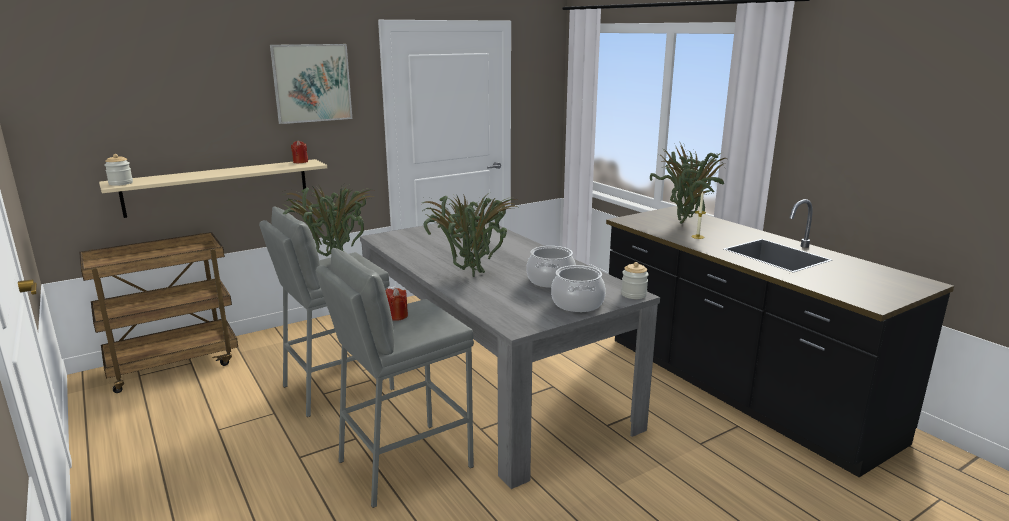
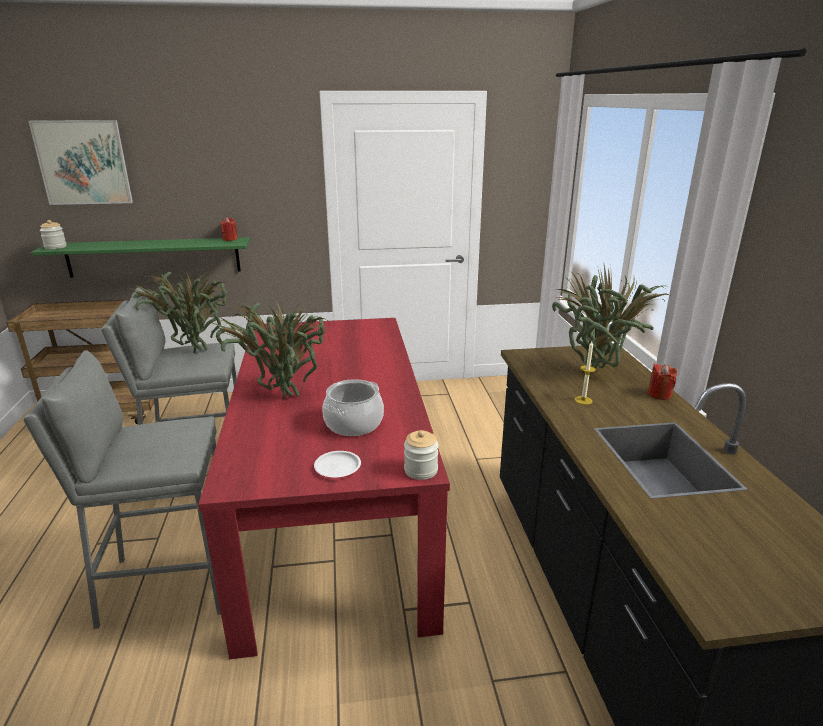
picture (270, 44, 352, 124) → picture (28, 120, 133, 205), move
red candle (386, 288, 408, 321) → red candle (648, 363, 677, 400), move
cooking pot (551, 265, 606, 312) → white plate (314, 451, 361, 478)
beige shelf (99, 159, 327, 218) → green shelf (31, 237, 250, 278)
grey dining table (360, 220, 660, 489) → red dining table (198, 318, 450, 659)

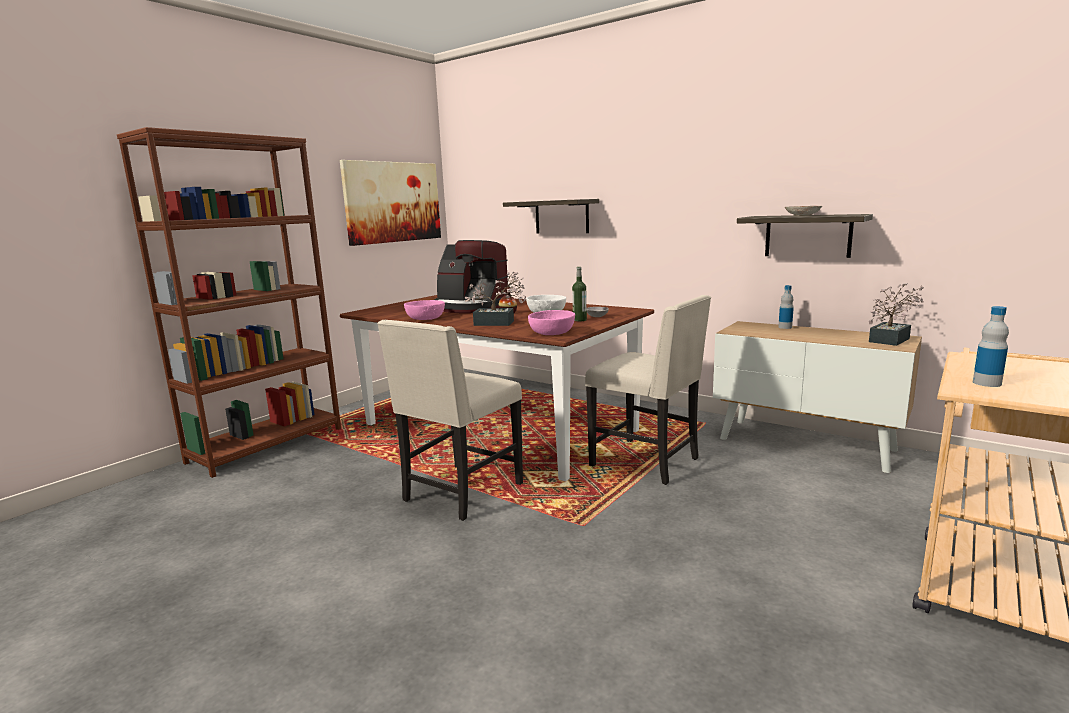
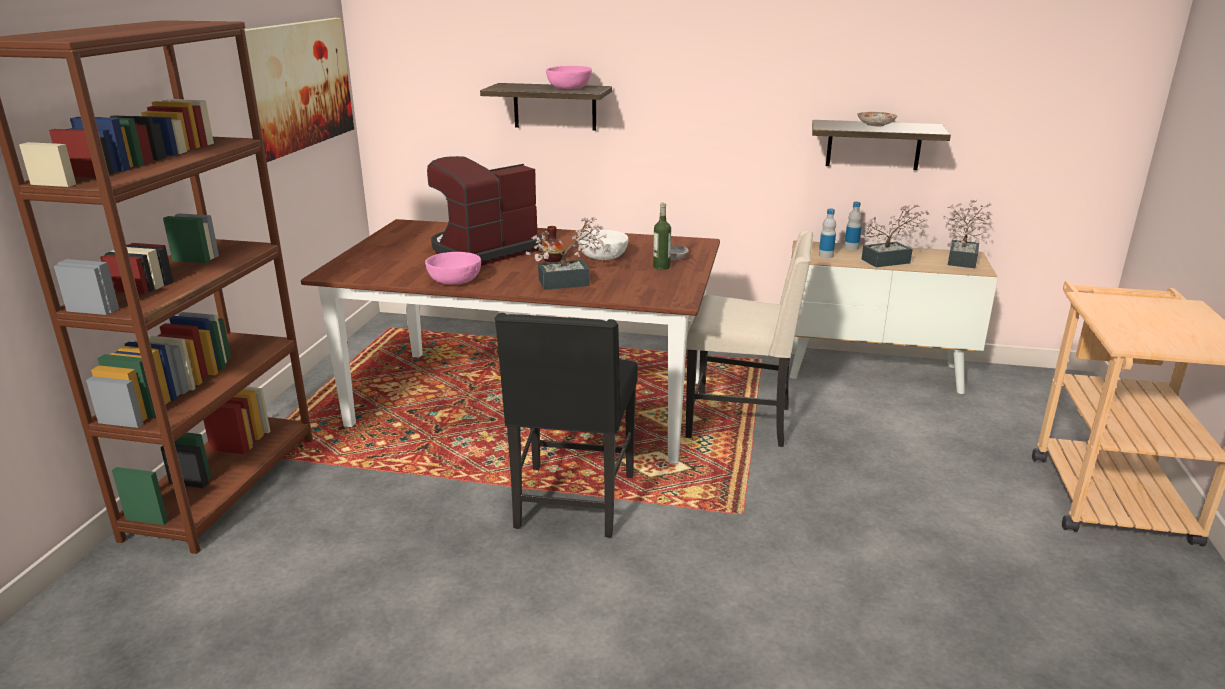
- → potted plant (860, 204, 930, 267)
pink bowl (528, 310, 575, 335) → pink bowl (546, 66, 592, 89), move
bottle (973, 306, 1009, 387) → bottle (819, 208, 836, 258), move
beige chair (377, 320, 523, 521) → black chair (495, 313, 638, 538)
coffee machine (434, 240, 508, 313) → coffee machine (427, 156, 542, 266), 135 degrees clockwise

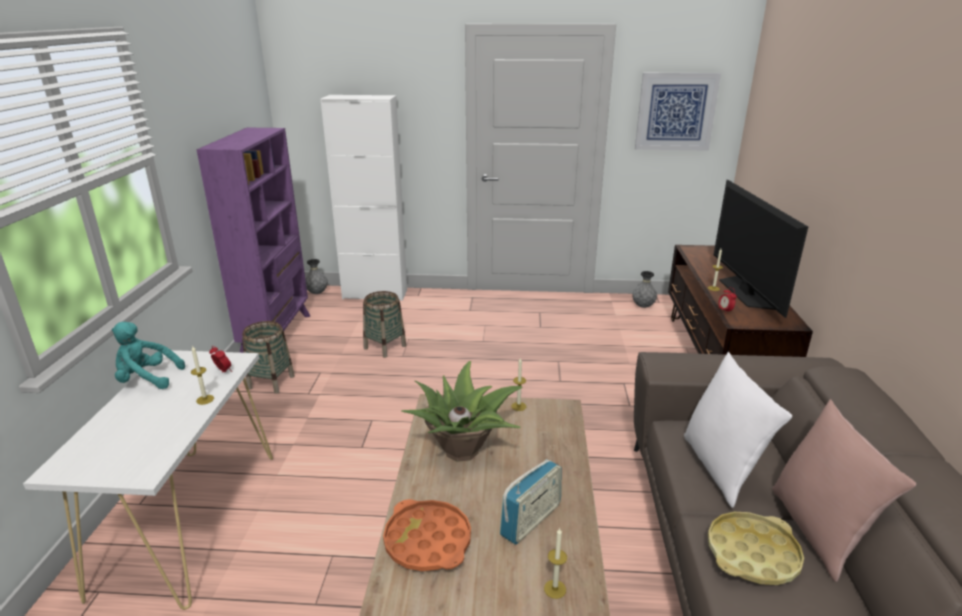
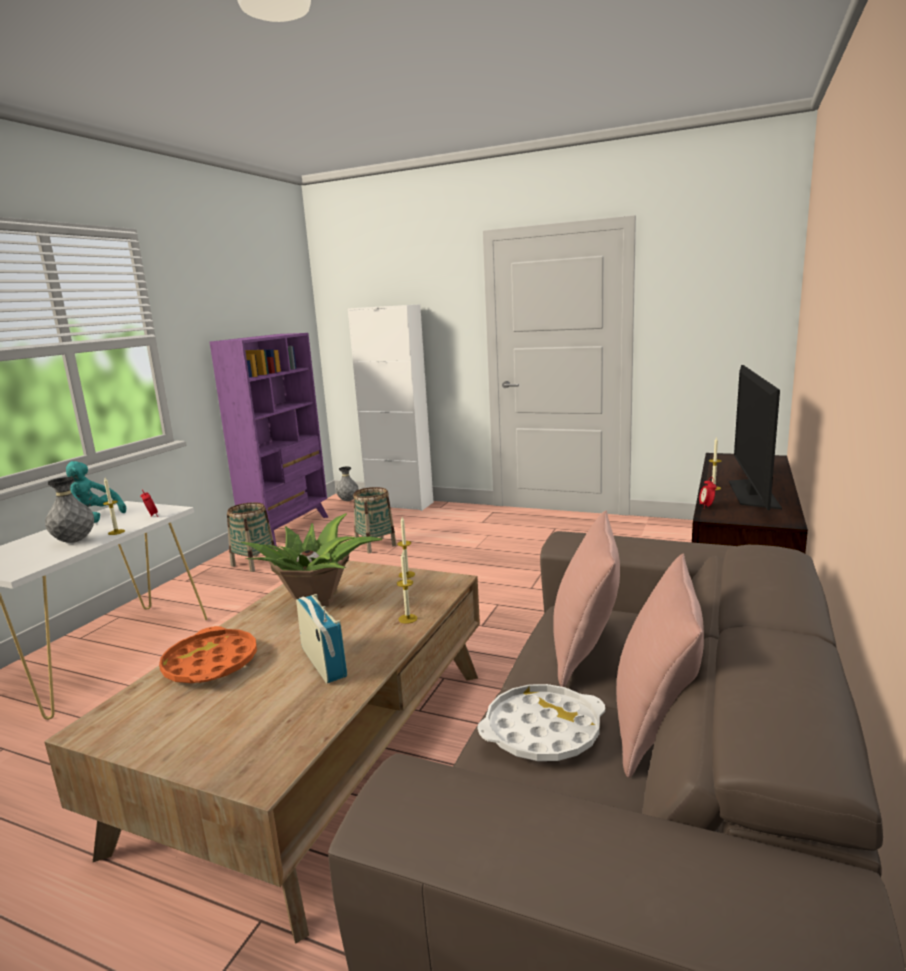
picture (635, 73, 721, 151) → -
candle (544, 528, 567, 599) → candle (397, 551, 418, 624), move
grey vase (632, 271, 657, 308) → grey vase (45, 477, 94, 543), move
white pillow (684, 352, 792, 508) → pink pillow (553, 510, 620, 687)
yellow tray (708, 512, 804, 585) → white tray (477, 684, 605, 761)
radio (500, 459, 562, 545) → radio (296, 594, 347, 683), 90 degrees counterclockwise

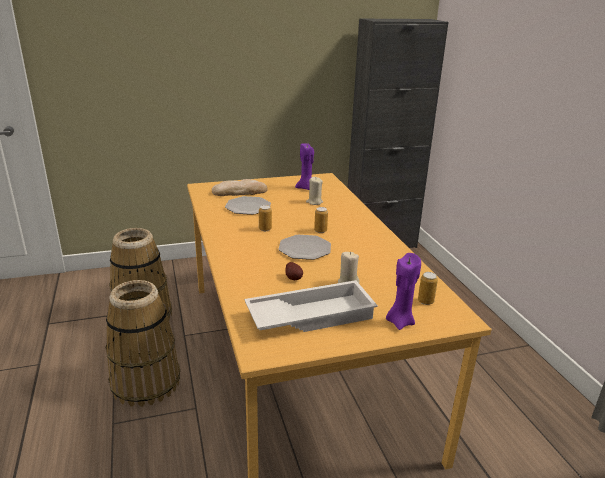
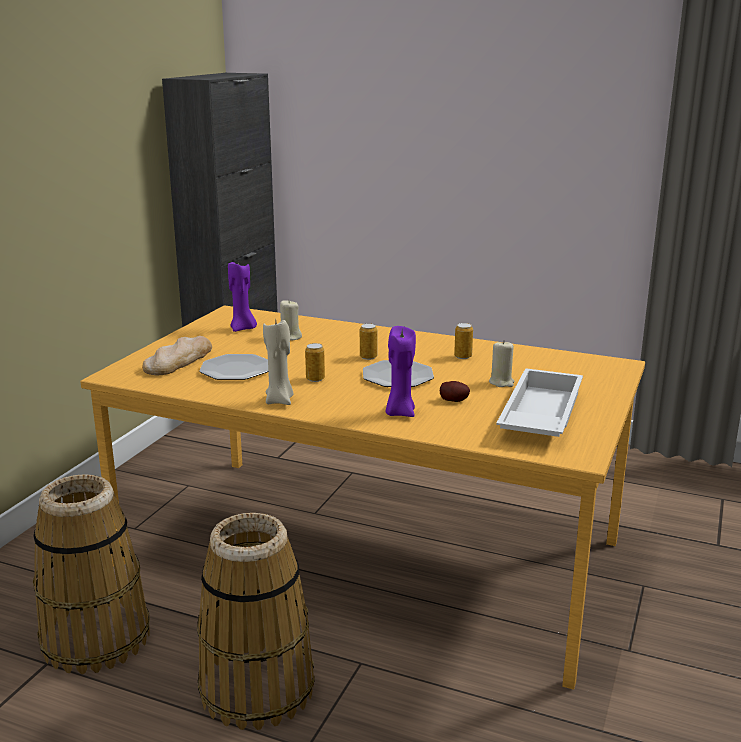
- → beige candle (263, 320, 294, 405)
purple candle (386, 253, 421, 330) → purple candle (386, 326, 416, 417), move
can (418, 272, 438, 305) → can (454, 323, 473, 359), move

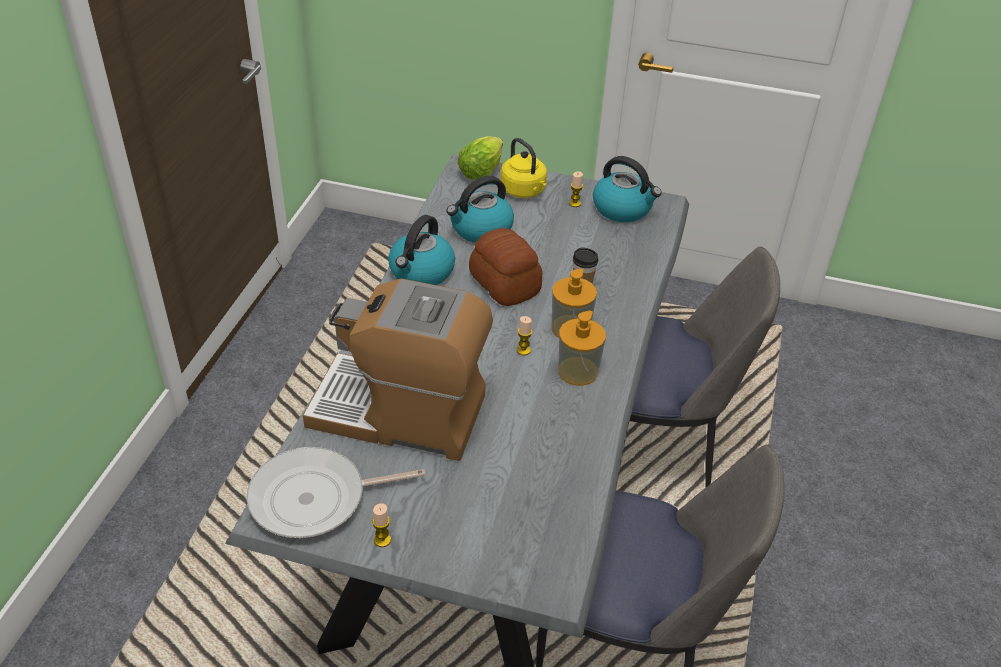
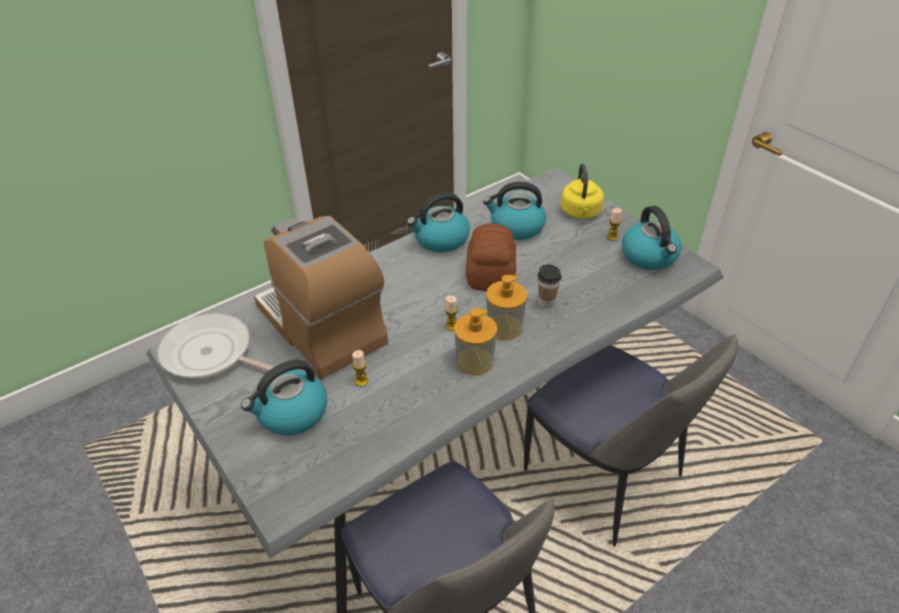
lettuce (458, 136, 503, 180) → -
- → kettle (241, 360, 328, 436)
candle (372, 503, 391, 547) → candle (352, 350, 368, 386), move

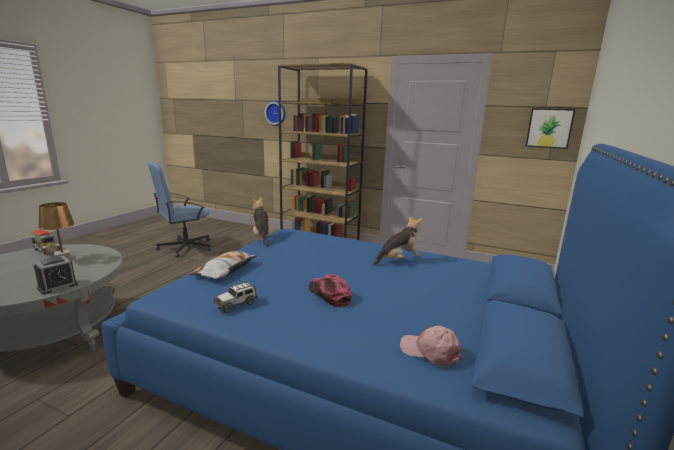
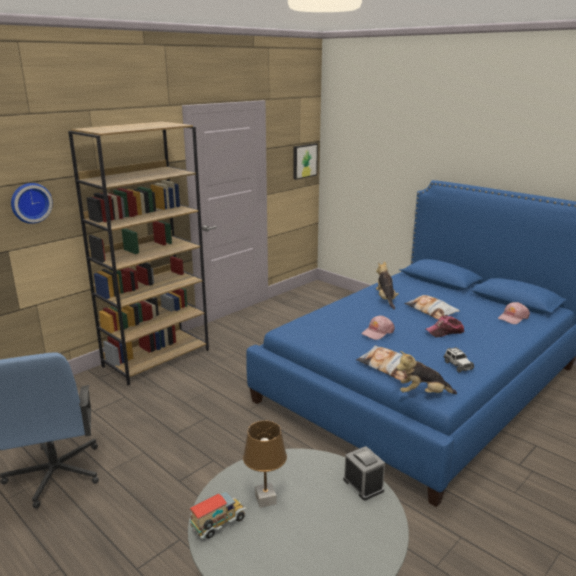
- → pink cap (361, 316, 395, 340)
- → pillow (405, 295, 460, 320)
plush toy (252, 197, 275, 247) → plush toy (396, 351, 457, 394), move

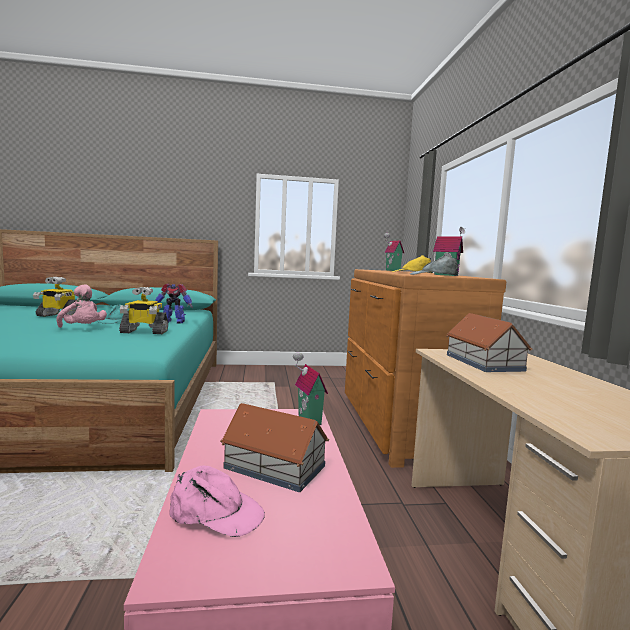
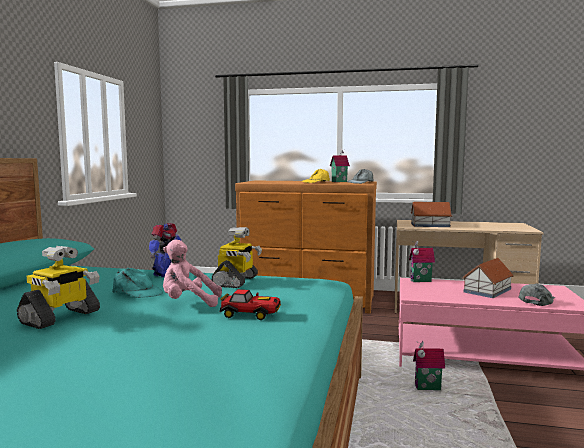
- → toy car (220, 289, 281, 320)
toy house (384, 233, 404, 271) → toy house (413, 341, 445, 390), move
pink cap (169, 465, 265, 537) → grey cap (518, 283, 555, 306)
pink plush toy (57, 284, 107, 328) → pink plush toy (163, 239, 222, 307), 150 degrees counterclockwise

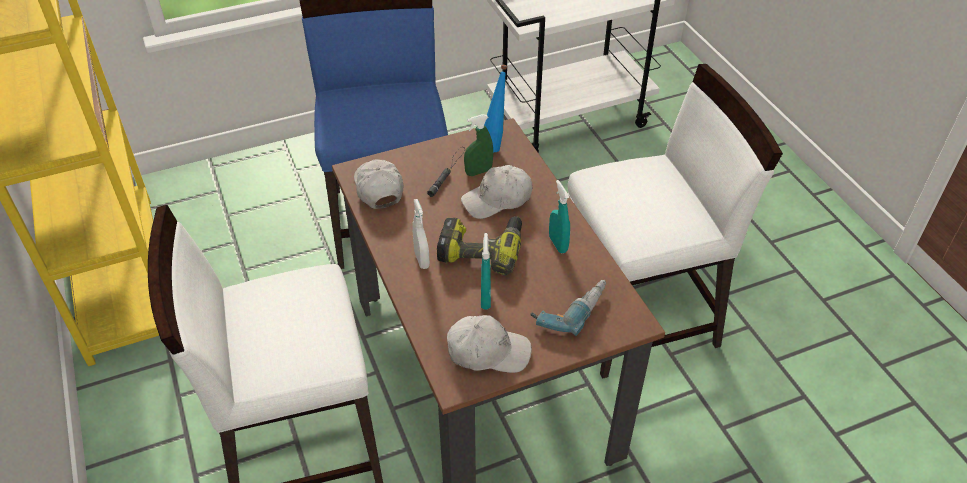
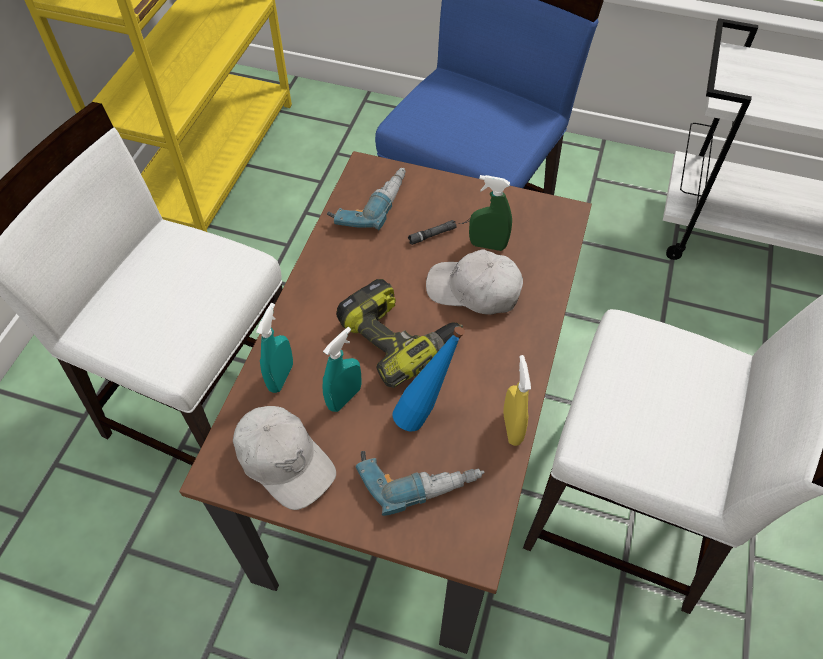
white spray bottle (412, 199, 430, 269) → -
- → yellow spray bottle (503, 355, 531, 446)
blue bottle (484, 65, 508, 152) → blue bottle (393, 326, 465, 431), move
turquoise spray bottle (549, 180, 570, 253) → turquoise spray bottle (256, 303, 293, 393), move
white cap (354, 159, 404, 209) → power drill (327, 168, 406, 230)

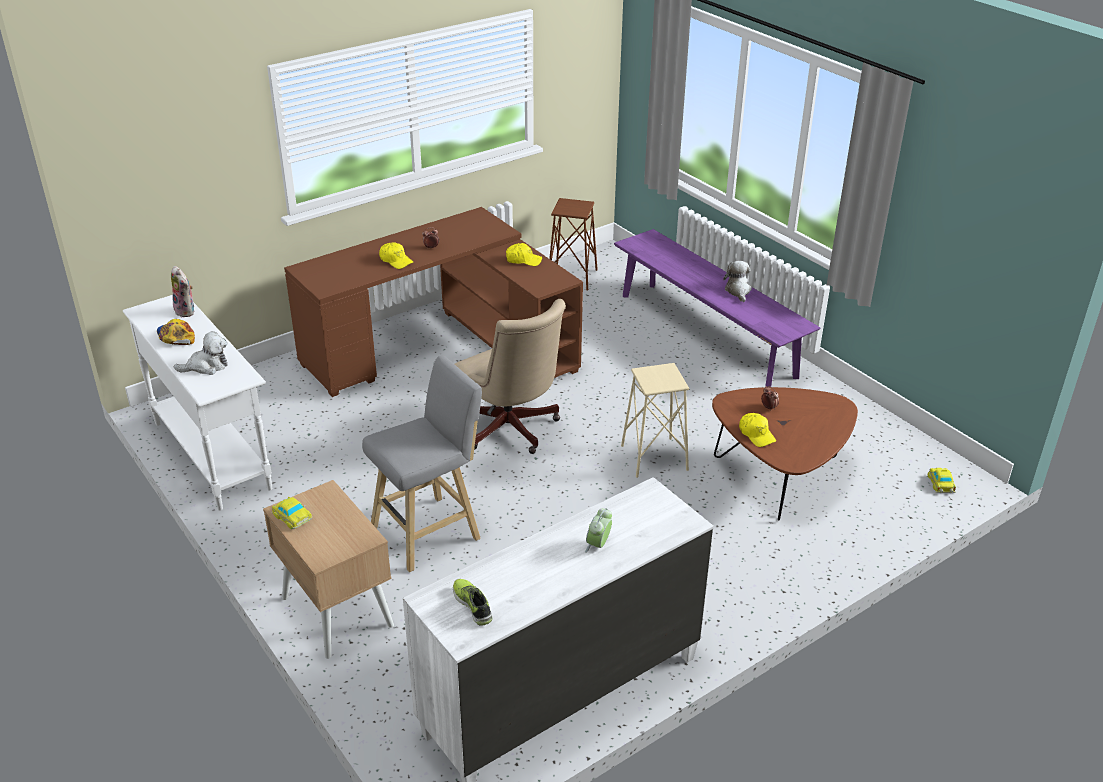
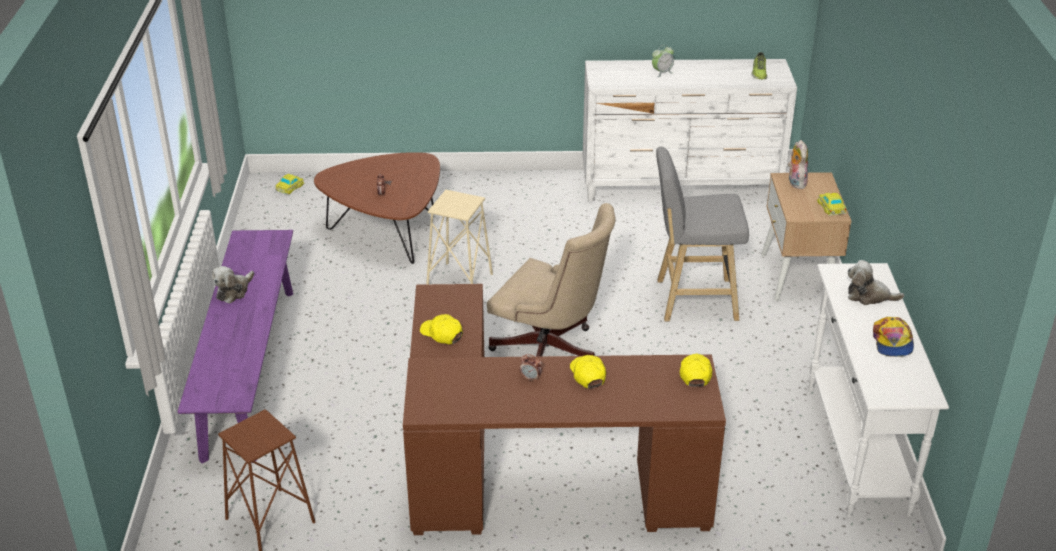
plush toy (171, 266, 195, 317) → plush toy (788, 140, 808, 189), move
yellow cap (739, 413, 776, 447) → yellow cap (680, 354, 712, 387), move
beige office chair (455, 299, 566, 454) → beige office chair (487, 203, 616, 357), 120 degrees clockwise

